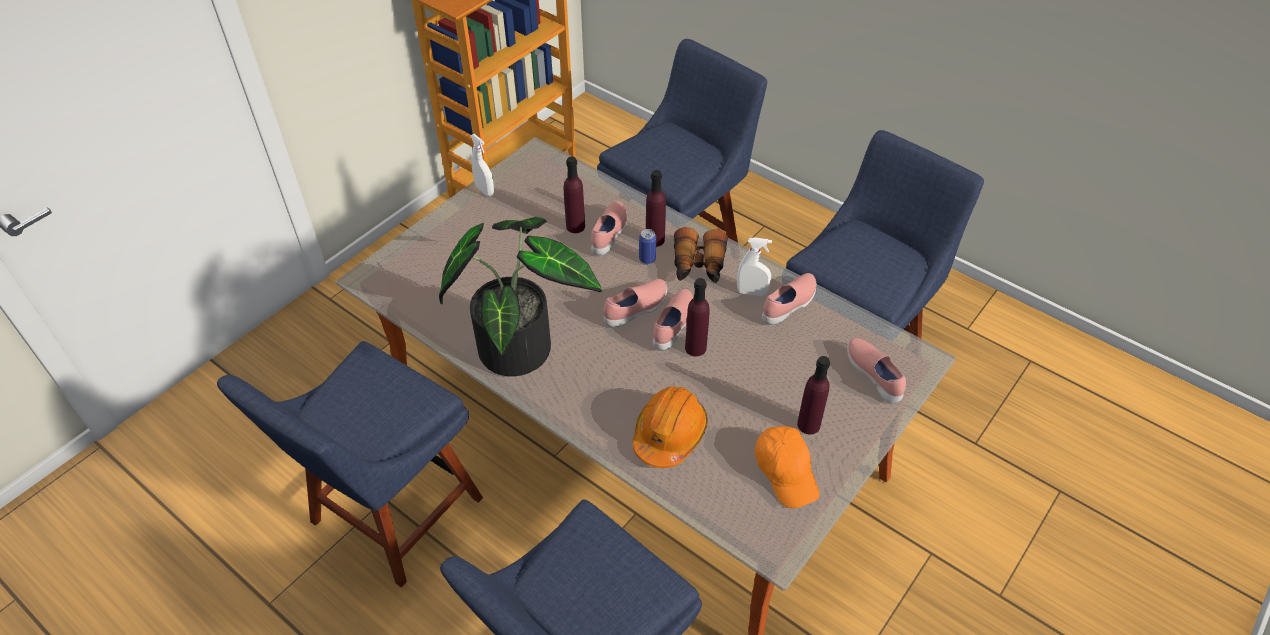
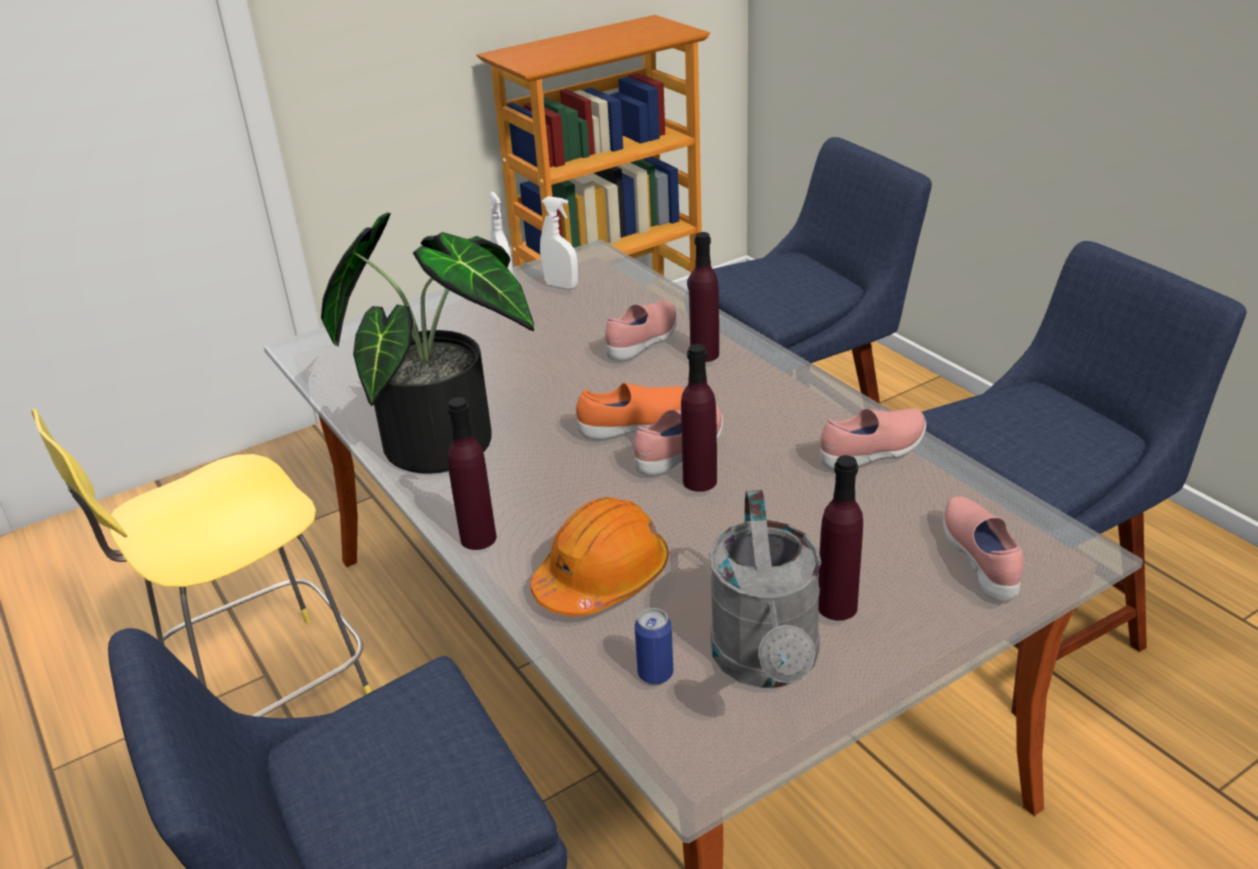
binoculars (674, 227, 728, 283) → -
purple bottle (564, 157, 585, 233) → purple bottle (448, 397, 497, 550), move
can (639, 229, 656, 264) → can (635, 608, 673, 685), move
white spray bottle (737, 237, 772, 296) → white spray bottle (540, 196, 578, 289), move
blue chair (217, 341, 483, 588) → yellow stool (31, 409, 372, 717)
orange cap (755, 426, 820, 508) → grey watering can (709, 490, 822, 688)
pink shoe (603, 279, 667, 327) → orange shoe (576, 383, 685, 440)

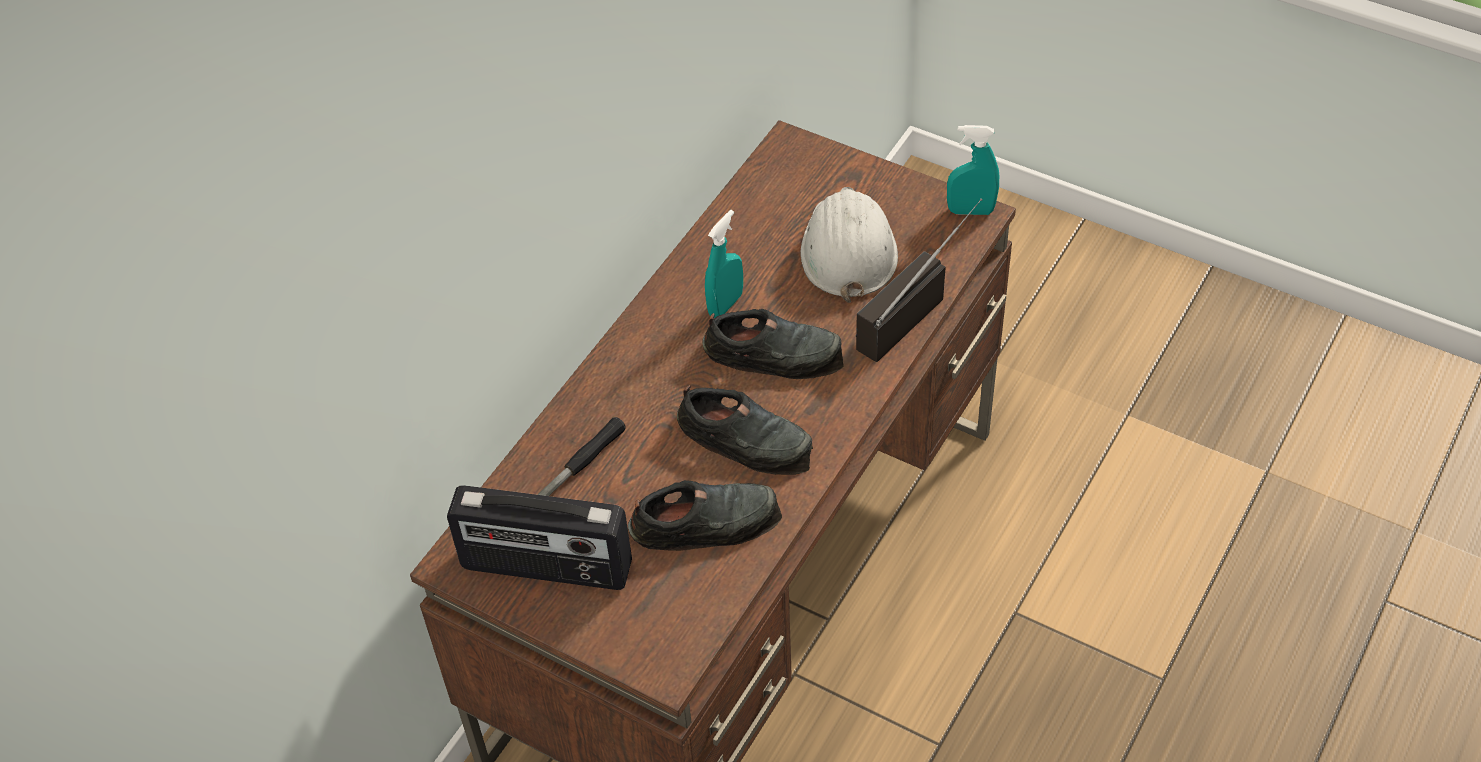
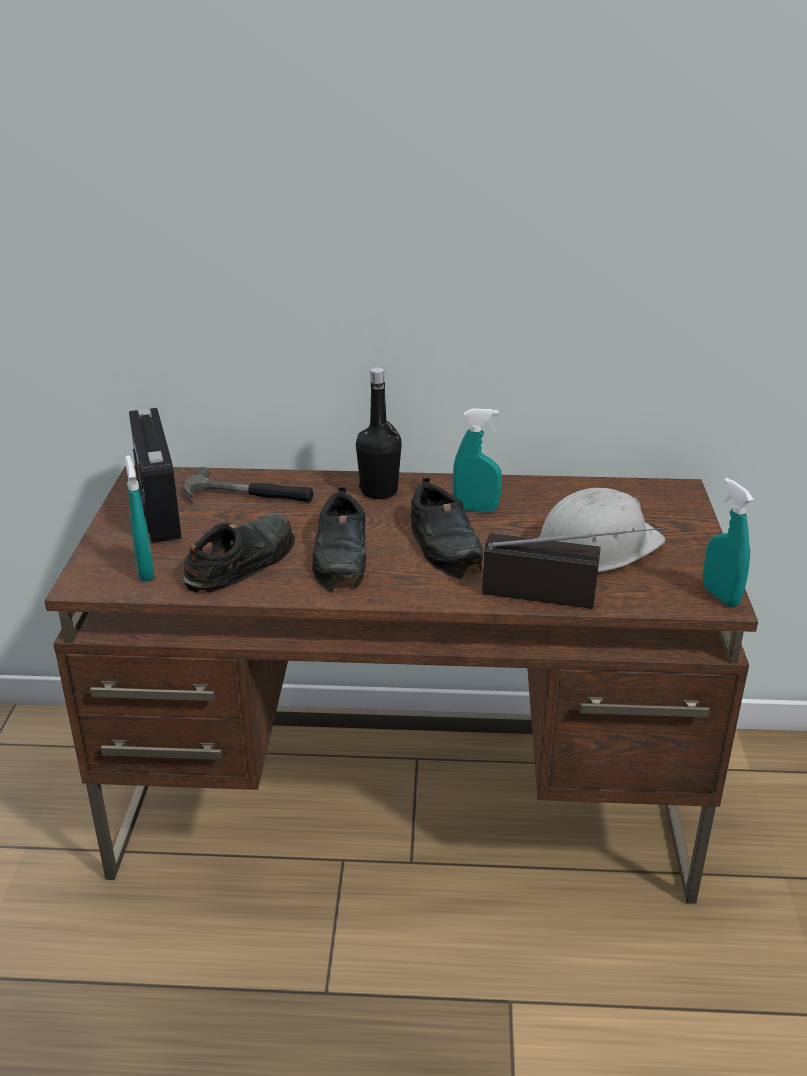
- → turquoise spray bottle (125, 455, 155, 581)
- → black bottle (356, 367, 402, 499)
black shoe (628, 480, 782, 551) → black shoe (183, 514, 295, 593), 105 degrees counterclockwise

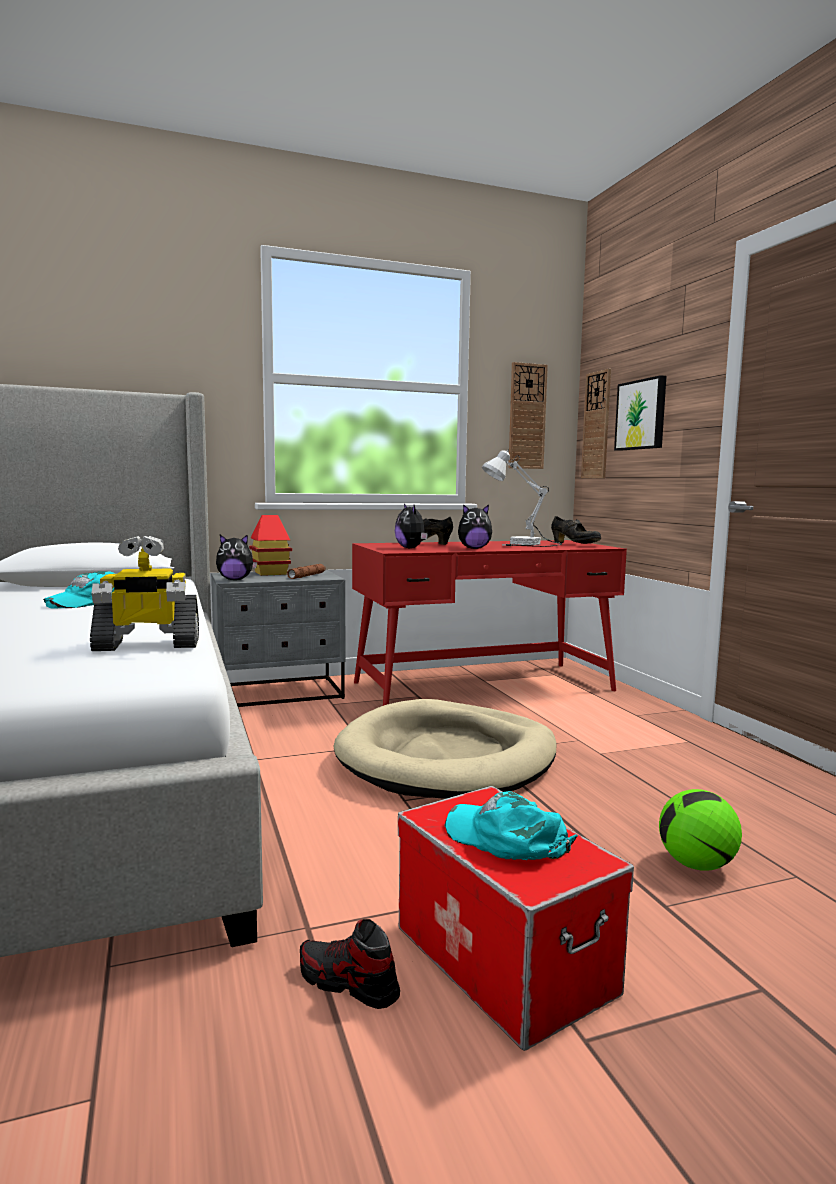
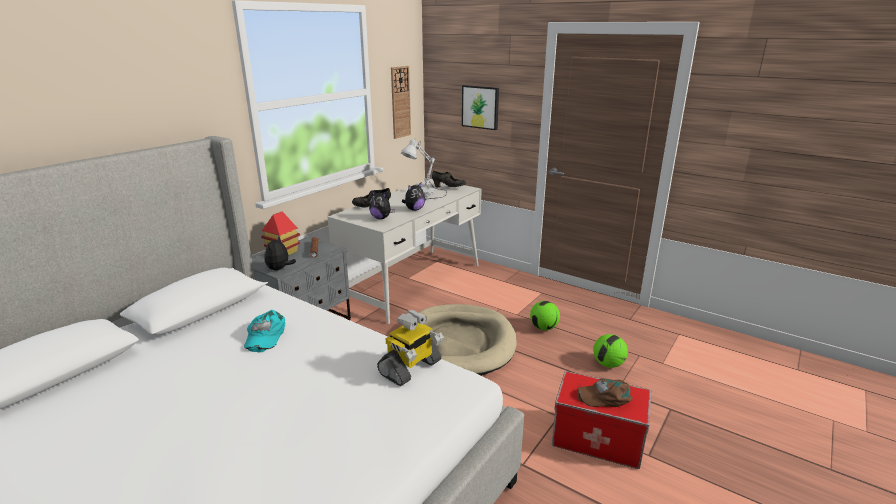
shoe (300, 919, 400, 1009) → -
wall clock (581, 369, 611, 478) → -
- → football (530, 301, 560, 330)
red desk (352, 540, 627, 706) → white desk (328, 179, 482, 324)
turquoise cap (445, 791, 578, 860) → brown cap (577, 378, 633, 407)
plush toy (216, 534, 257, 580) → plush toy (264, 236, 296, 270), 150 degrees clockwise

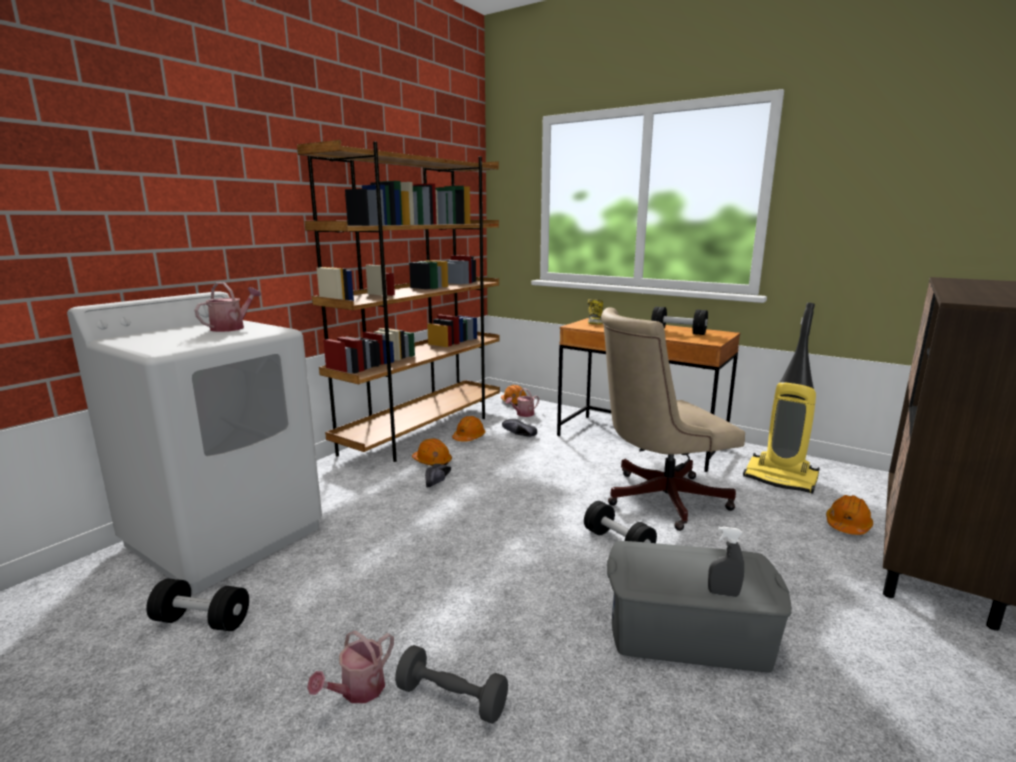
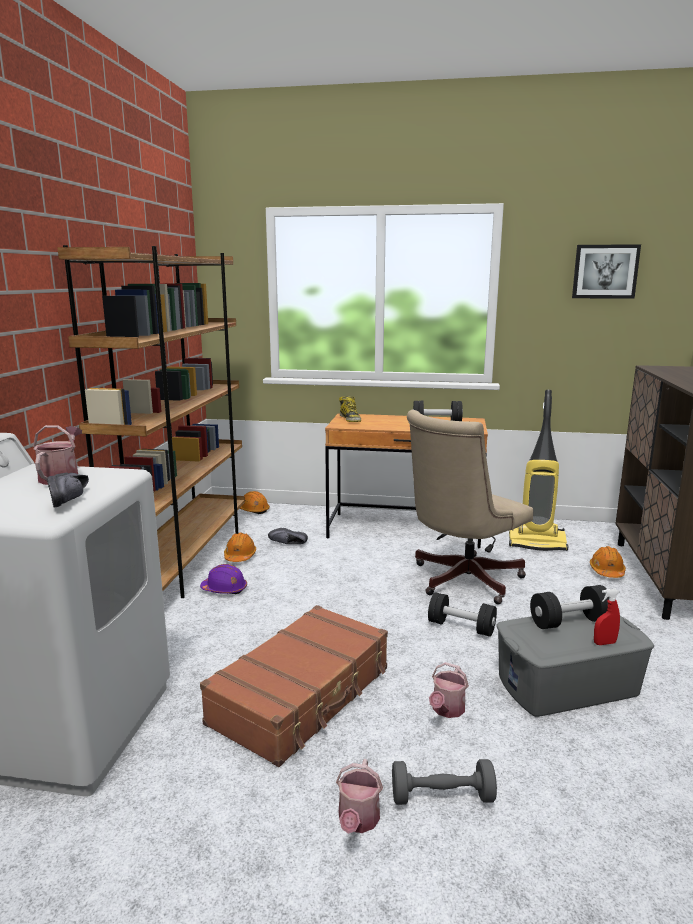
- → brown suitcase (200, 605, 388, 767)
- → picture (572, 244, 641, 299)
black dumbbell (146, 579, 249, 631) → black dumbbell (530, 585, 609, 629), move
black shoe (425, 464, 451, 487) → black shoe (47, 473, 89, 508), move
watering can (505, 388, 539, 417) → watering can (429, 662, 469, 718), move
orange hard hat (412, 438, 452, 466) → purple hard hat (200, 564, 247, 595)
grey spray bottle (708, 527, 744, 597) → red spray bottle (594, 589, 620, 645)

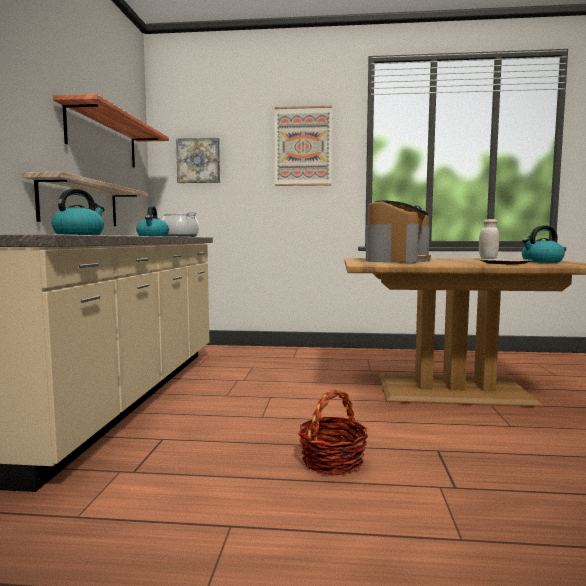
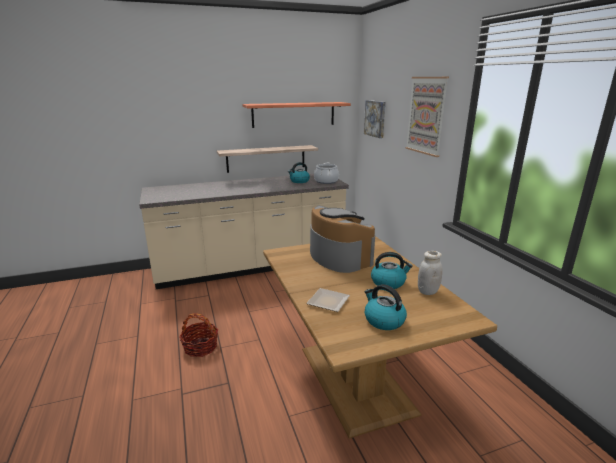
kettle (51, 189, 105, 235) → kettle (371, 252, 413, 289), move
coffee machine (366, 201, 431, 263) → coffee machine (310, 205, 375, 273), 120 degrees counterclockwise

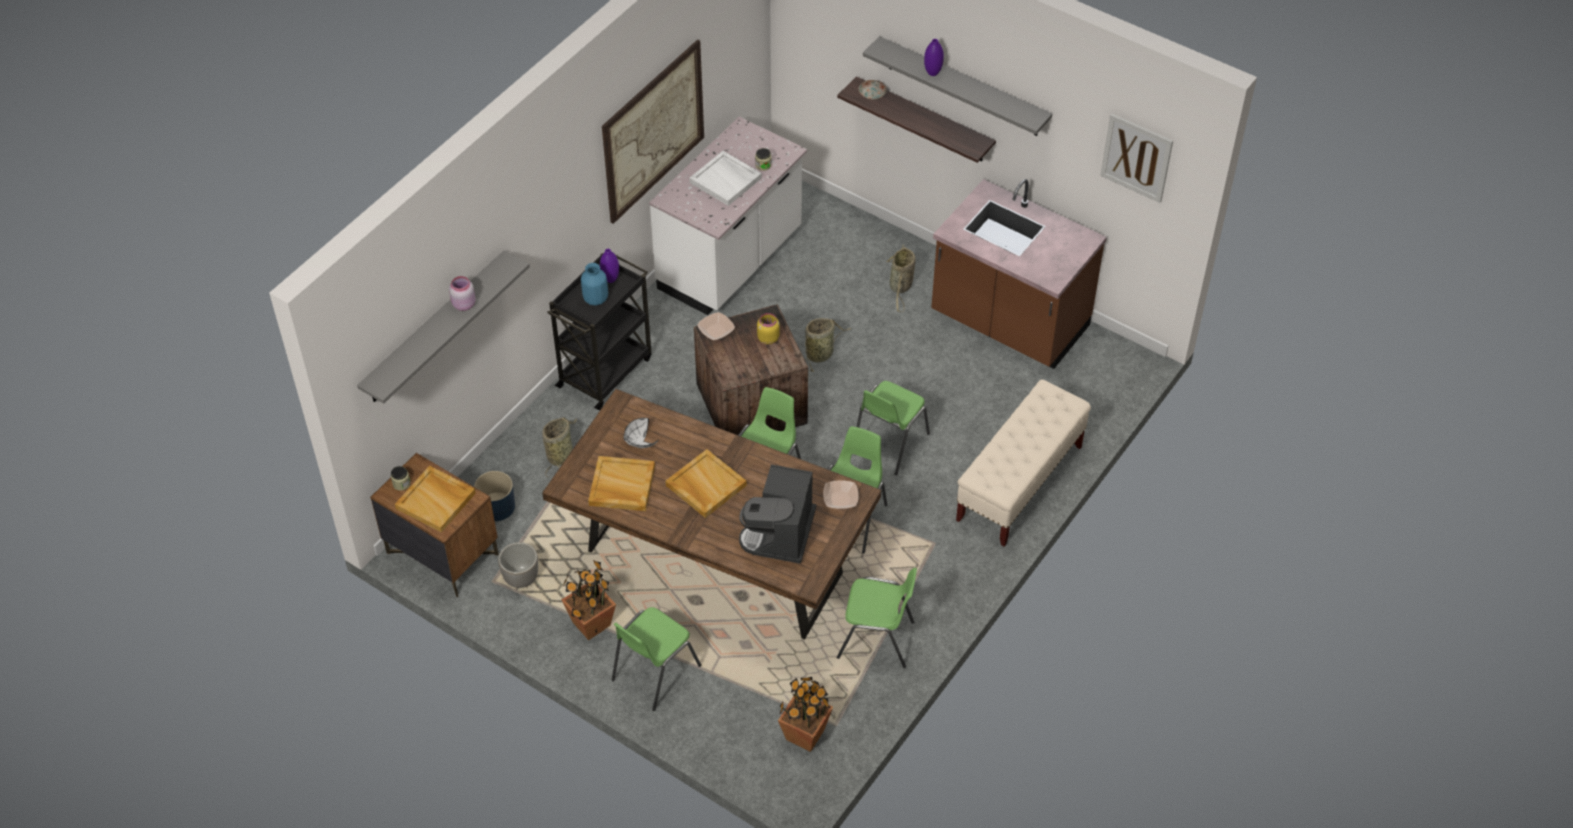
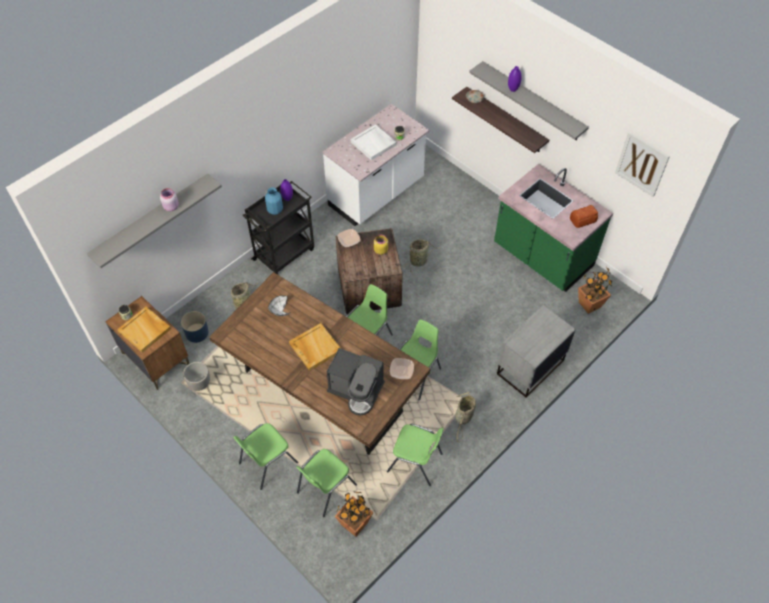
beige tray (588, 456, 655, 511) → -
picture (602, 39, 704, 224) → -
- → bread (570, 205, 598, 228)
potted plant (562, 560, 616, 640) → potted plant (578, 267, 612, 314), move
green chair (857, 381, 930, 475) → green chair (296, 449, 357, 517), move
basket (886, 245, 916, 312) → basket (455, 391, 476, 442), move
beige bench (956, 380, 1091, 547) → grey nightstand (497, 305, 576, 398)
brown counter (931, 179, 1107, 369) → green counter (494, 164, 613, 292)
coffee machine (739, 464, 816, 563) → coffee machine (327, 348, 385, 416), 90 degrees counterclockwise

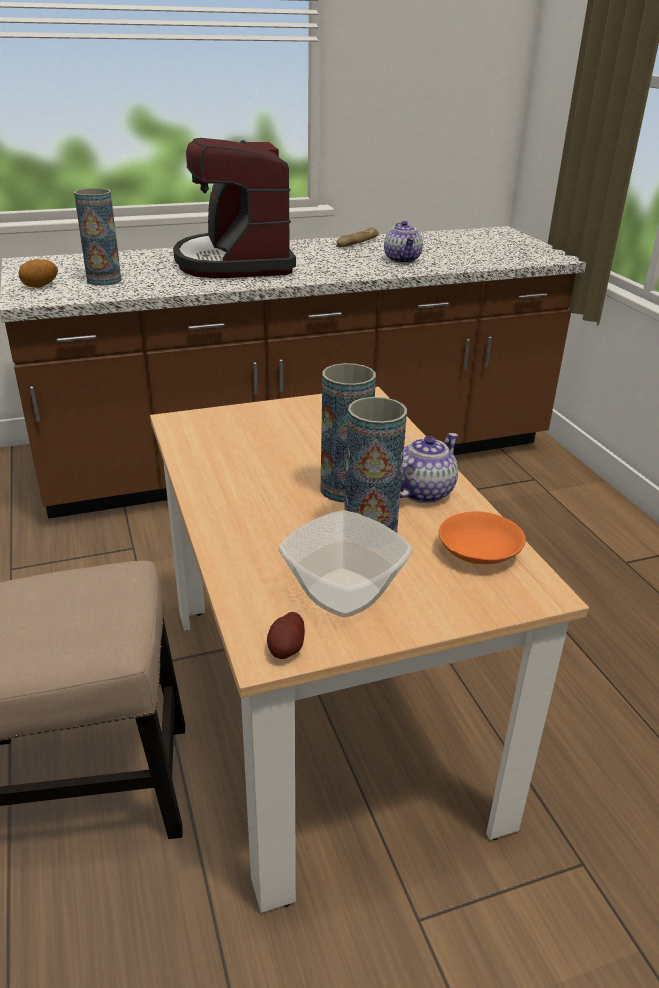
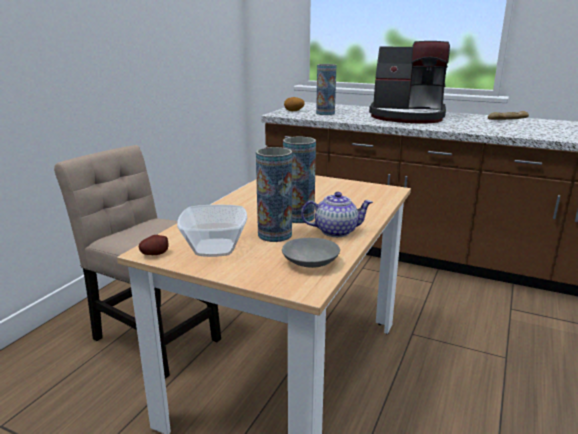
teapot (384, 221, 423, 263) → -
orange bowl (439, 511, 526, 564) → grey bowl (282, 238, 340, 268)
coffee machine (173, 138, 296, 278) → coffee machine (369, 41, 450, 123), 105 degrees counterclockwise

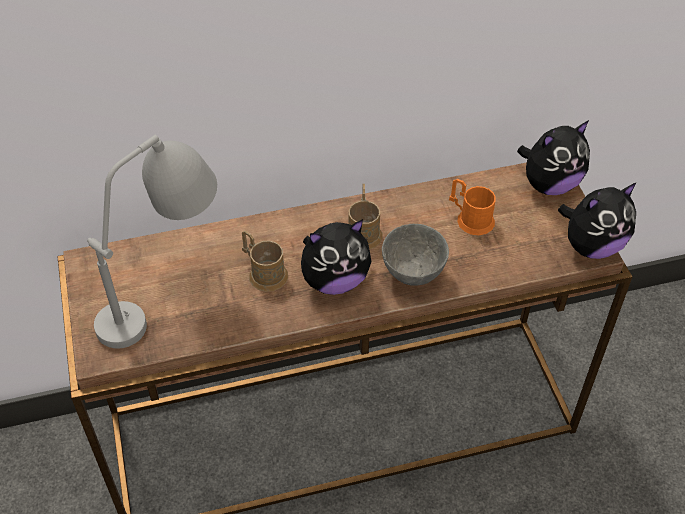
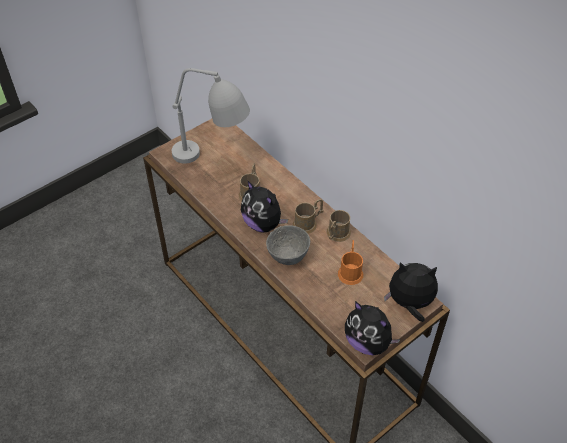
- → brown mug (327, 210, 351, 242)
plush toy (517, 120, 590, 195) → plush toy (384, 262, 438, 322), 150 degrees clockwise

